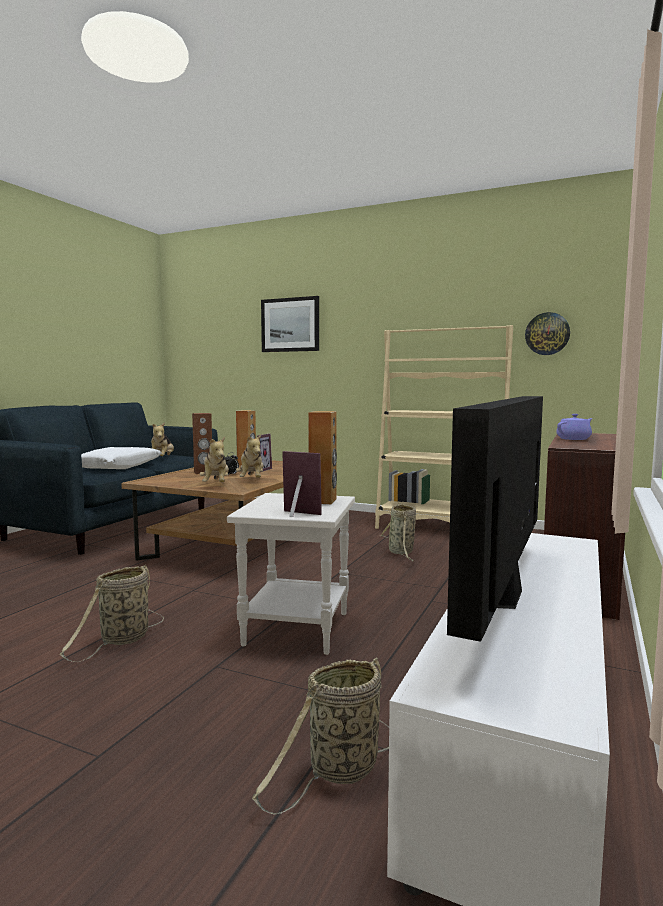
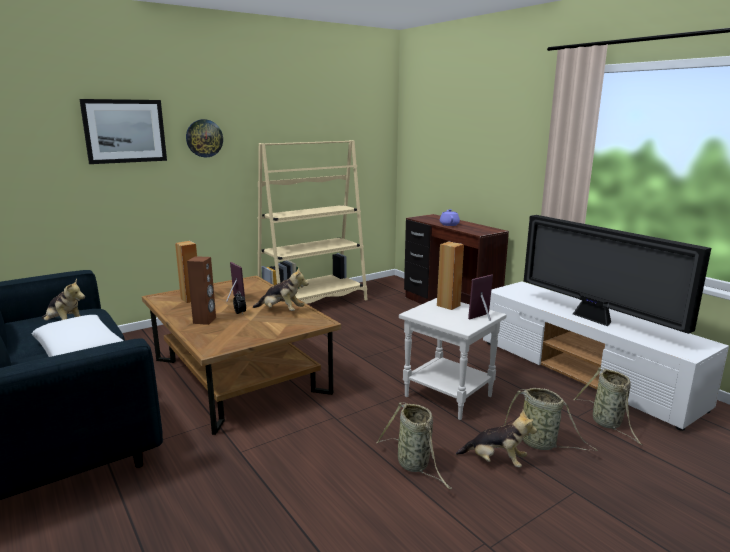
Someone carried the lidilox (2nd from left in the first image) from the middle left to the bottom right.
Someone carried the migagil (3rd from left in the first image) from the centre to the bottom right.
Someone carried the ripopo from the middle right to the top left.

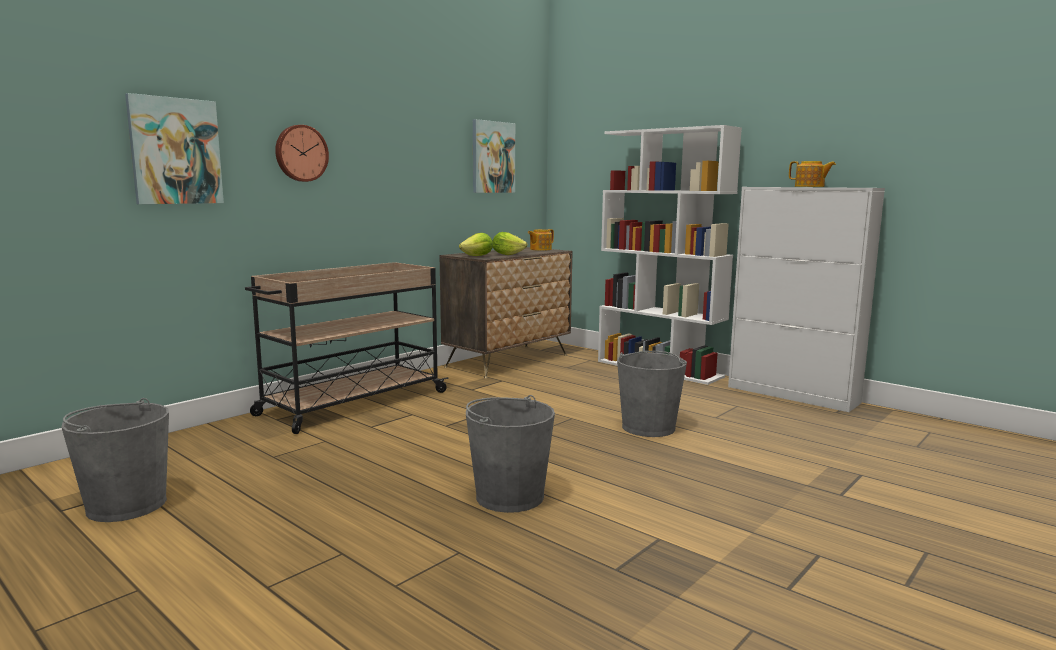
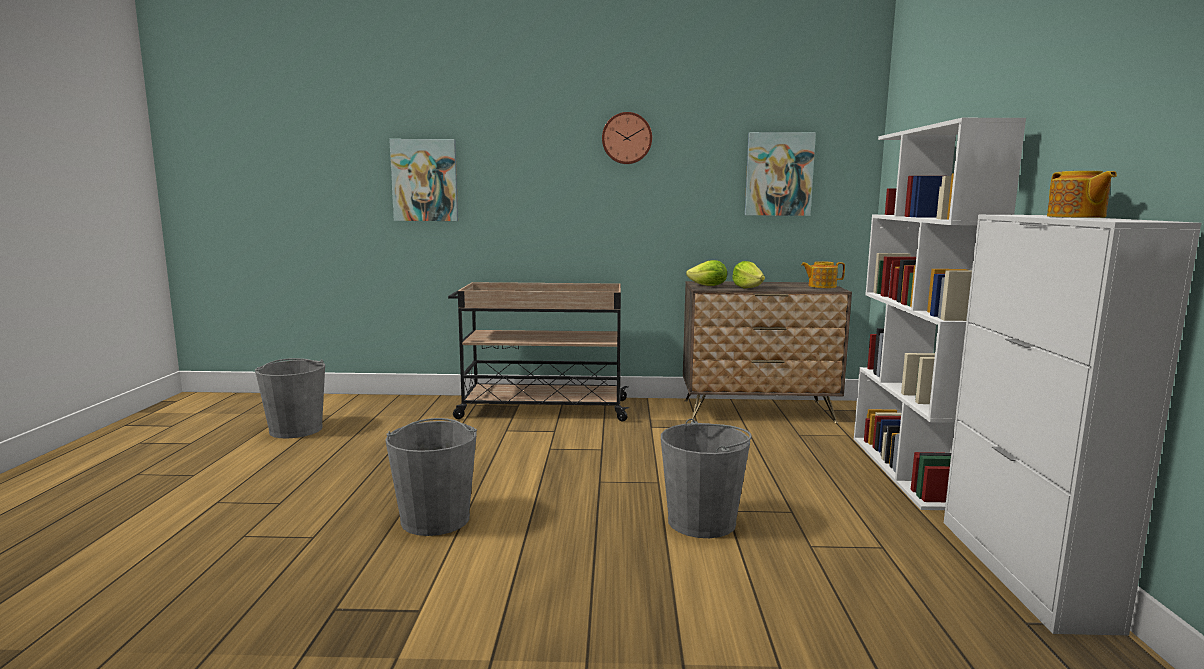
Someone carried the ripopo from the top left to the top centre.

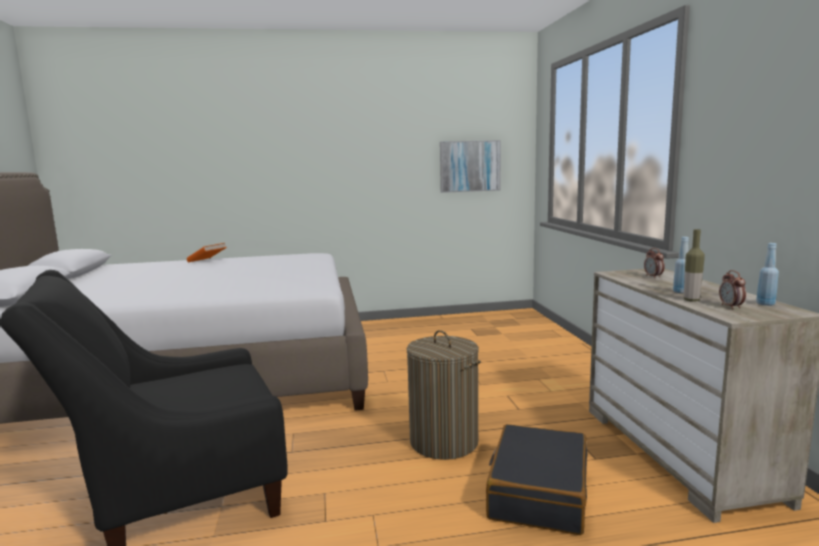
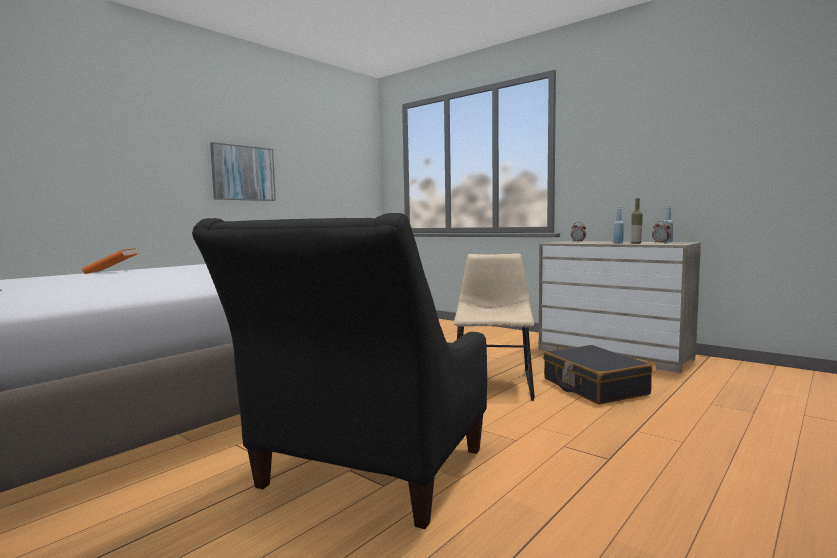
Someone swapped the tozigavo at the bottom centre for the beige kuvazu at the centre.
Someone carried the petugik from the top centre to the top left.

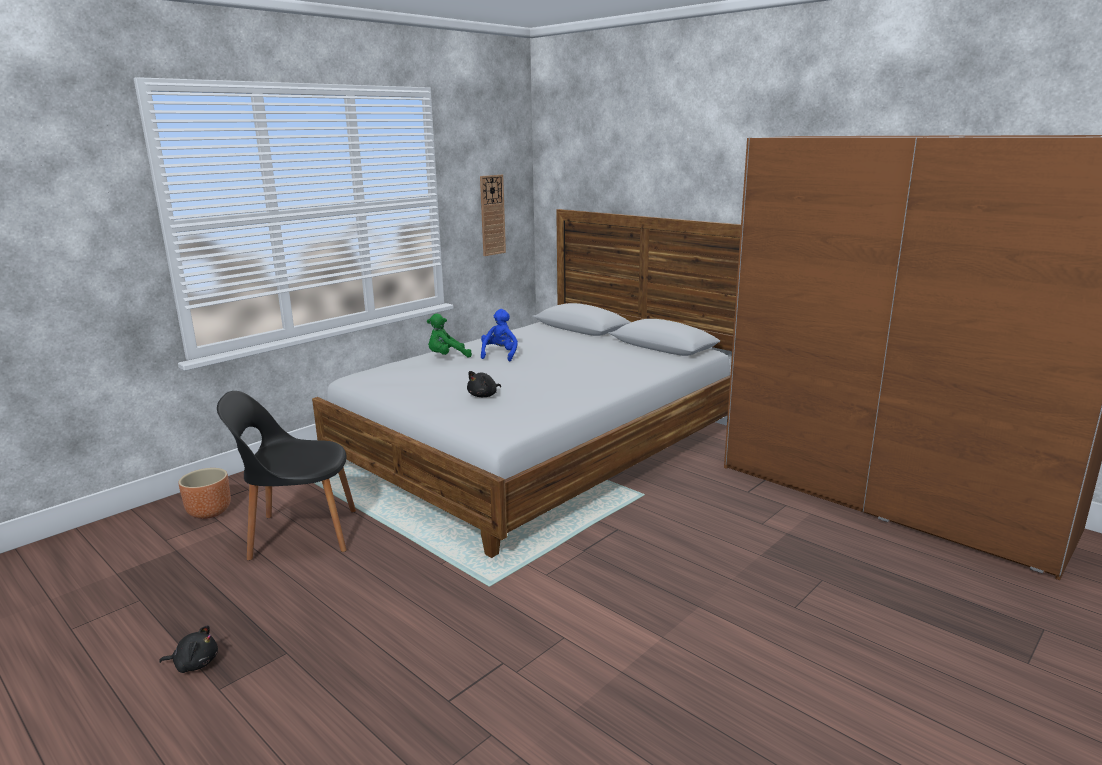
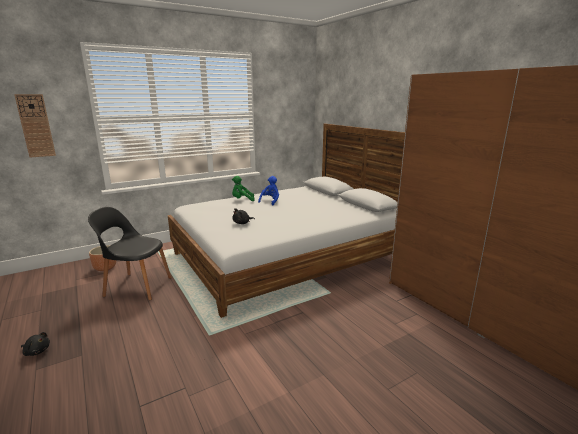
Someone carried the ripopo from the top centre to the top left.

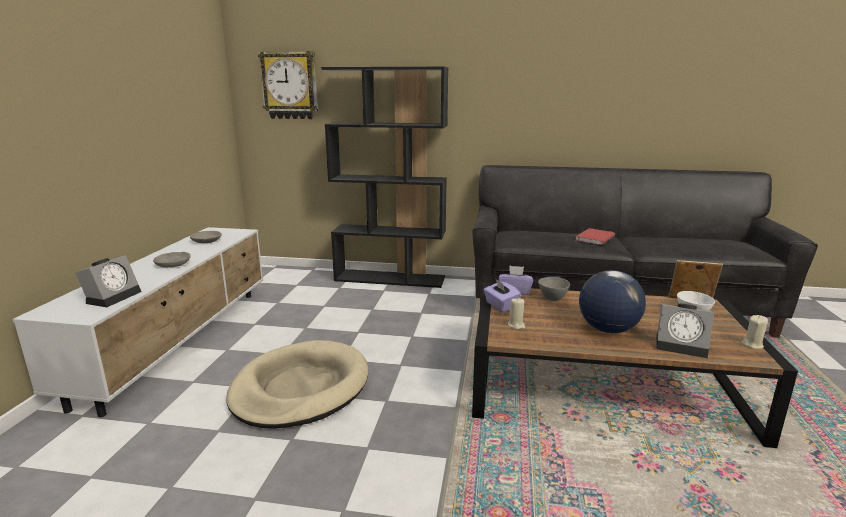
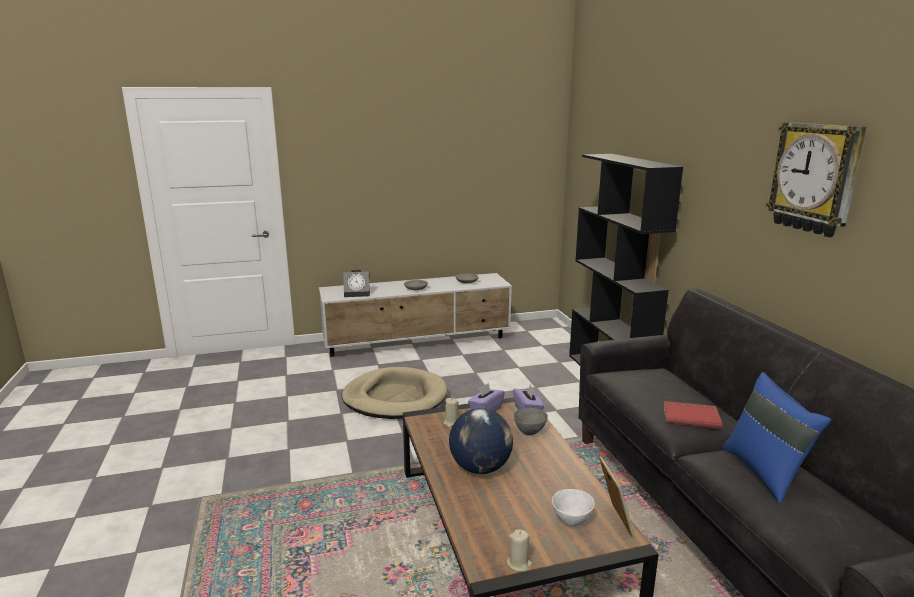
Someone carried the ripopo from the top centre to the top right.
Someone took away the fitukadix (2nd from left) at the middle right.
Someone put down the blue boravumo at the bottom right.

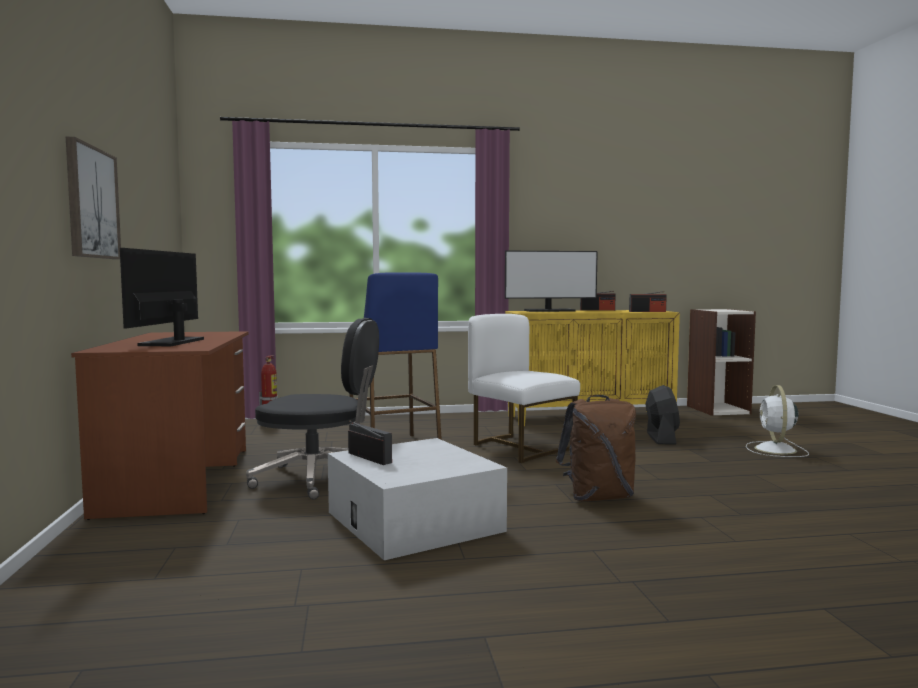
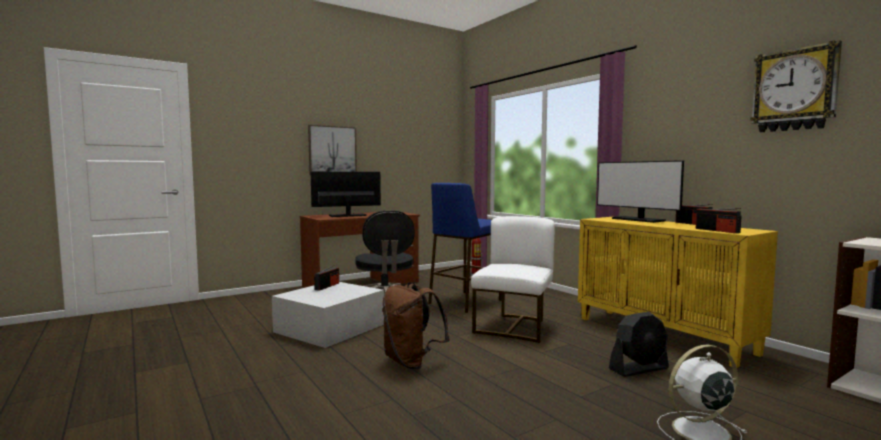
Someone put up the ripopo at the top right.

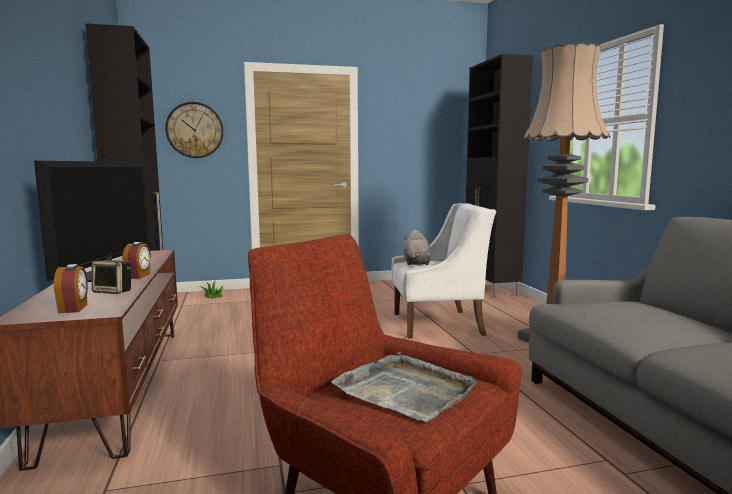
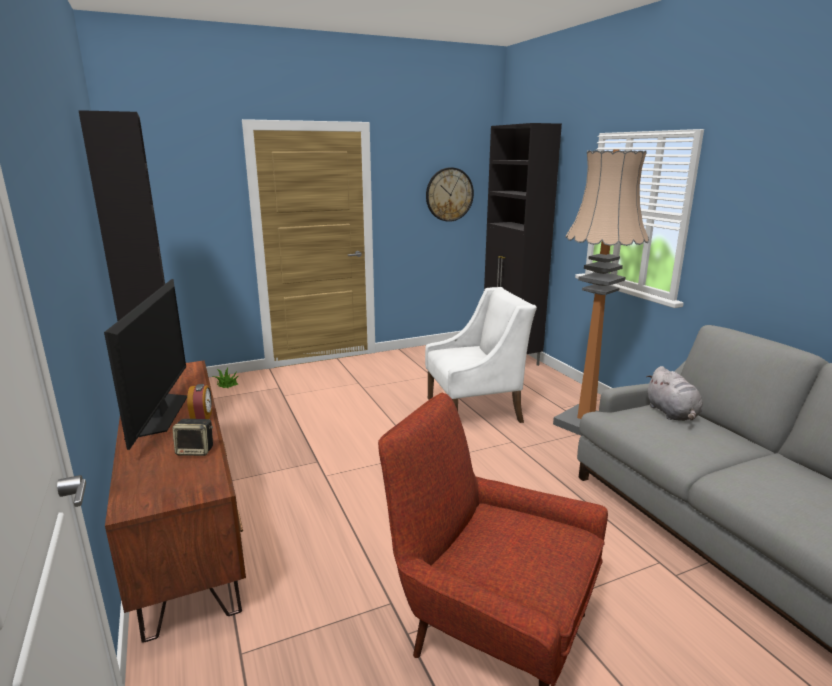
Someone took away the fitukadix (1st from left) at the middle left.
Someone carried the ripopo from the top left to the top centre.
Someone took away the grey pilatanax at the bottom centre.
Someone carried the grey lidilox from the centre to the middle right.

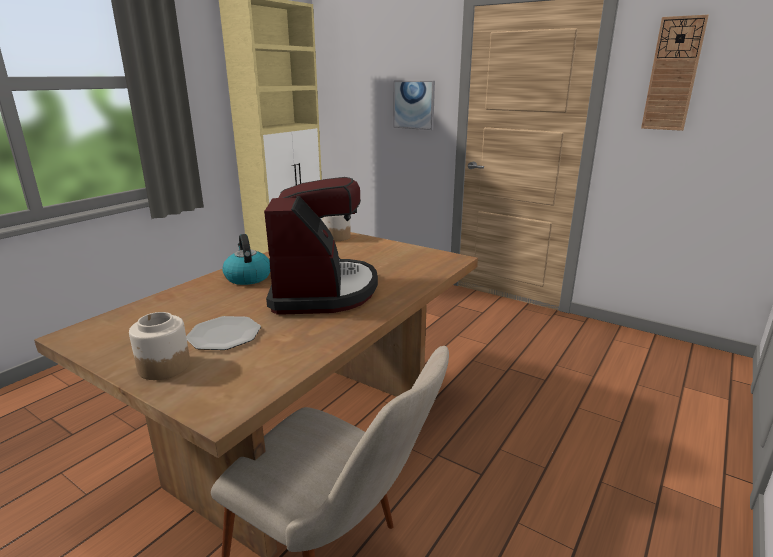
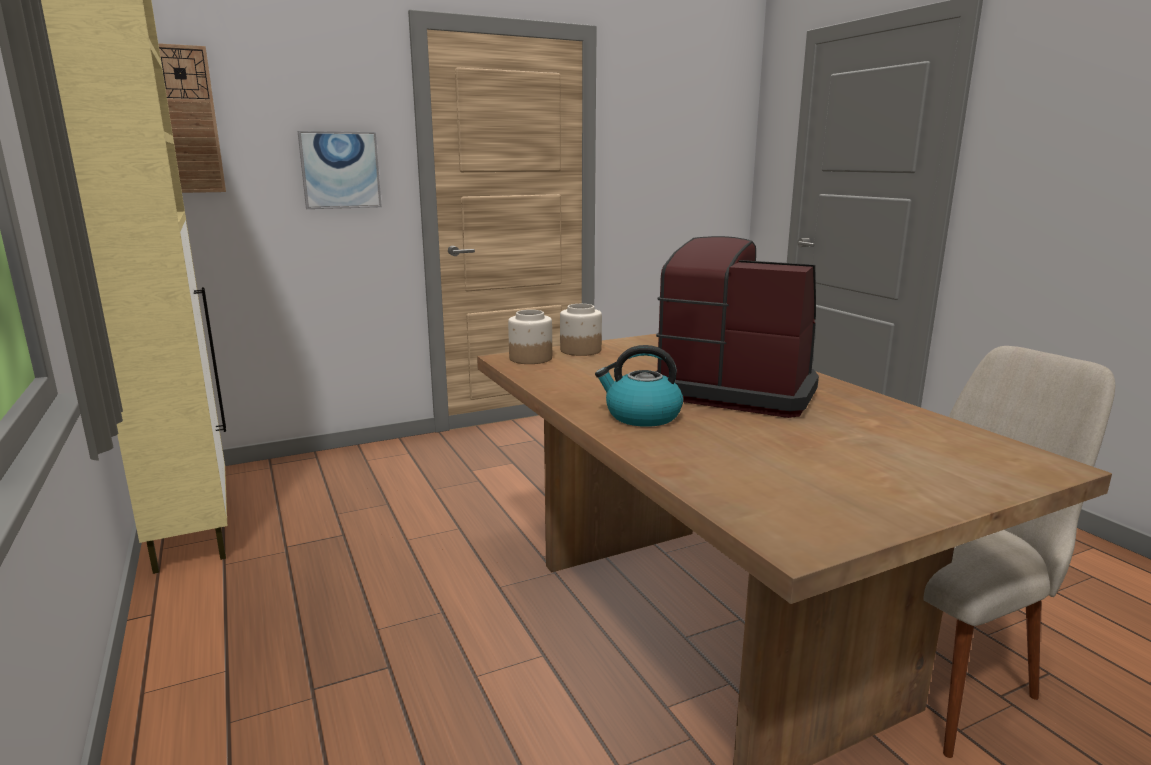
Someone carried the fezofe (1st from left in the first image) from the middle left to the centre.
Someone took away the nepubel at the middle left.
Someone carried the ripopo from the top right to the top left.

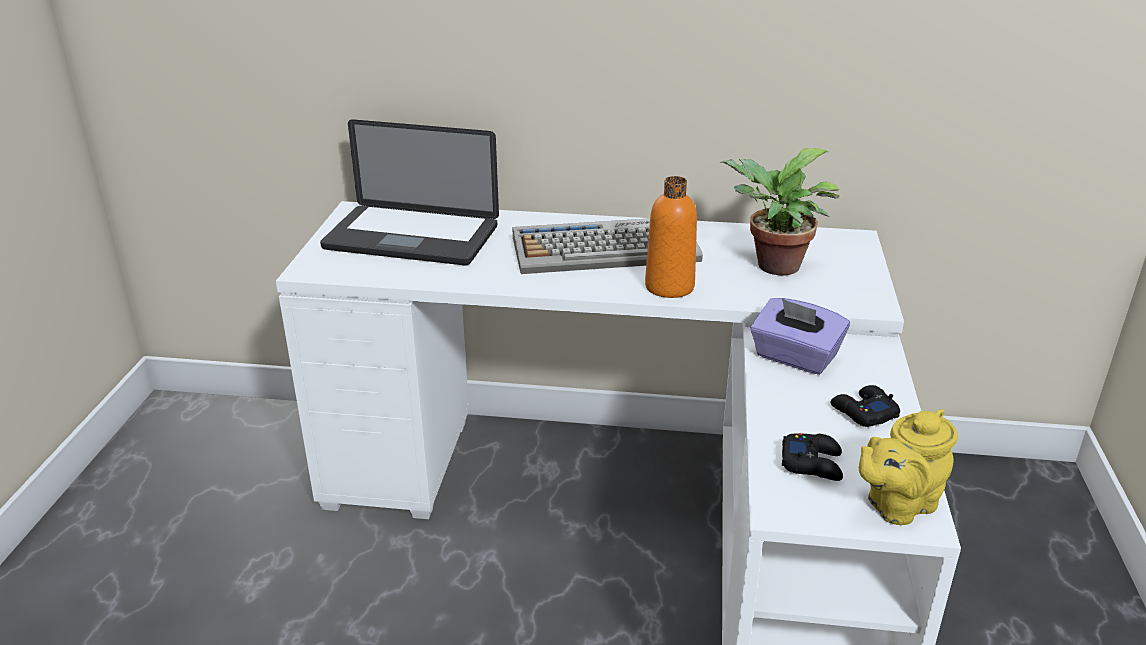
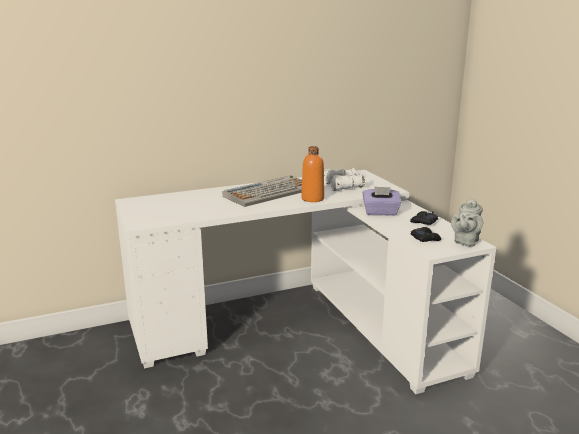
Someone took away the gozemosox at the top centre.
Someone swapped the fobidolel at the top right for the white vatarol at the centre.
Someone repainted the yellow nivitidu at the bottom right, which became the grey nivitidu at the middle right.

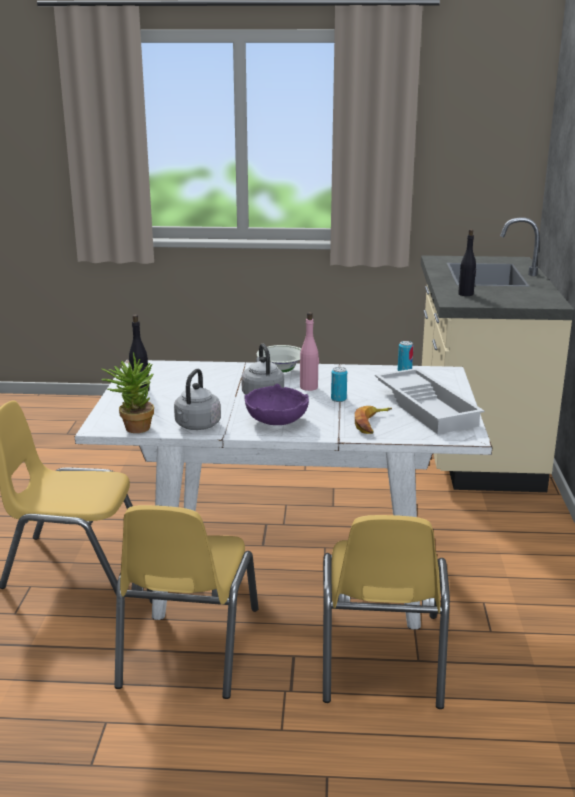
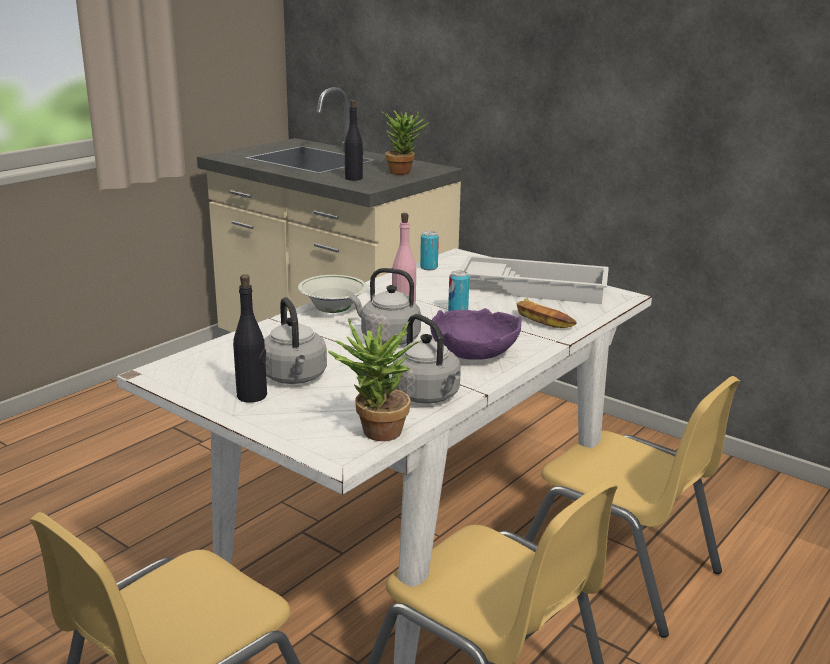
Someone put down the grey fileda (1st from left) at the centre.
Someone put down the fobidolel (2nd from left) at the top centre.

